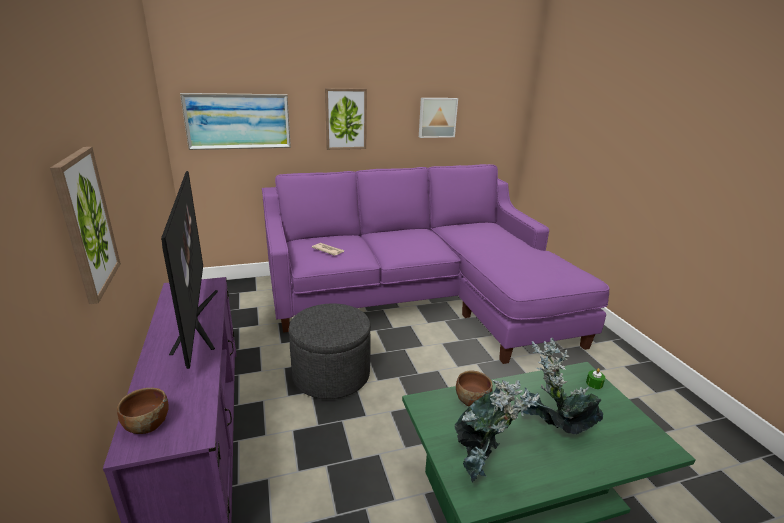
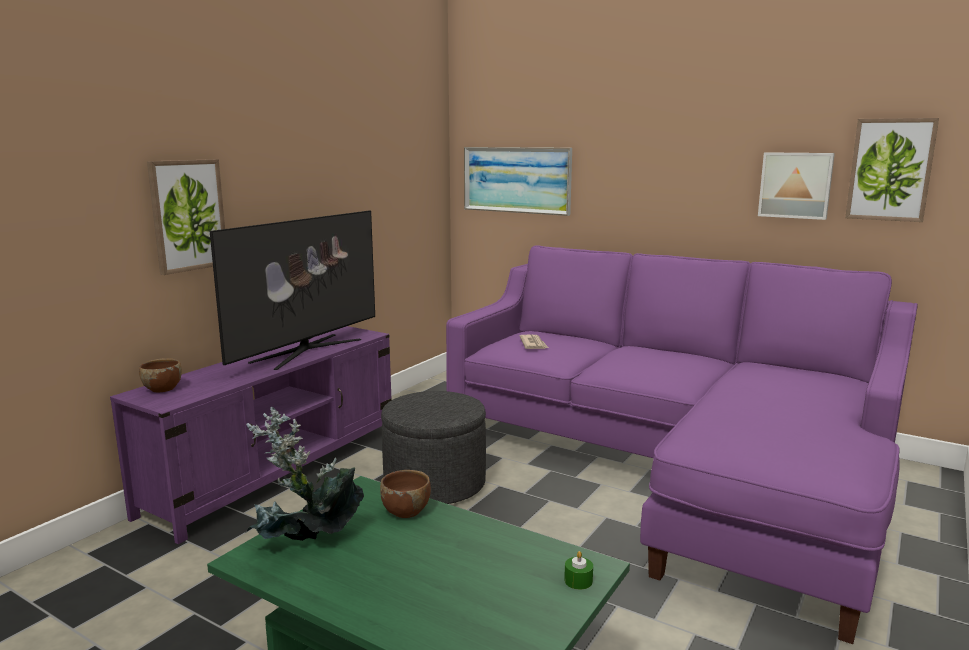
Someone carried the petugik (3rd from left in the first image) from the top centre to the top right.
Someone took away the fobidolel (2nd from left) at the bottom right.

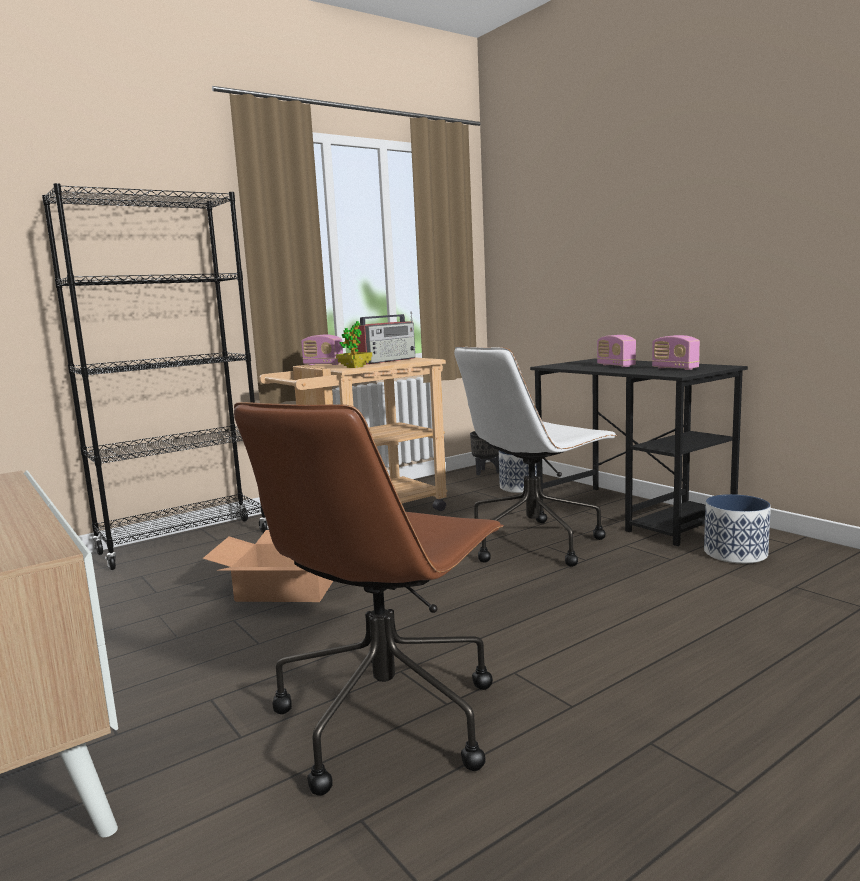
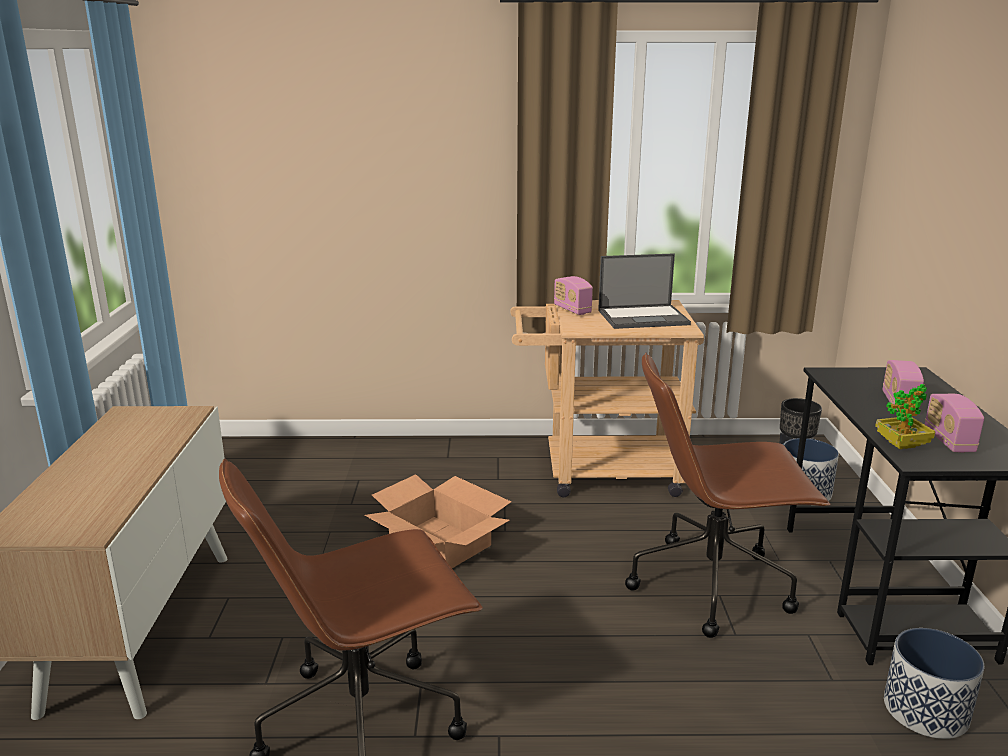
Someone took away the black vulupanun at the middle left.
Someone carried the fobidolel from the centre to the middle right.
Someone swapped the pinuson (2nd from left) at the centre for the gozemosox at the centre.
Someone repainted the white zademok at the centre, which became the brown zademok (2nd from left) at the middle right.

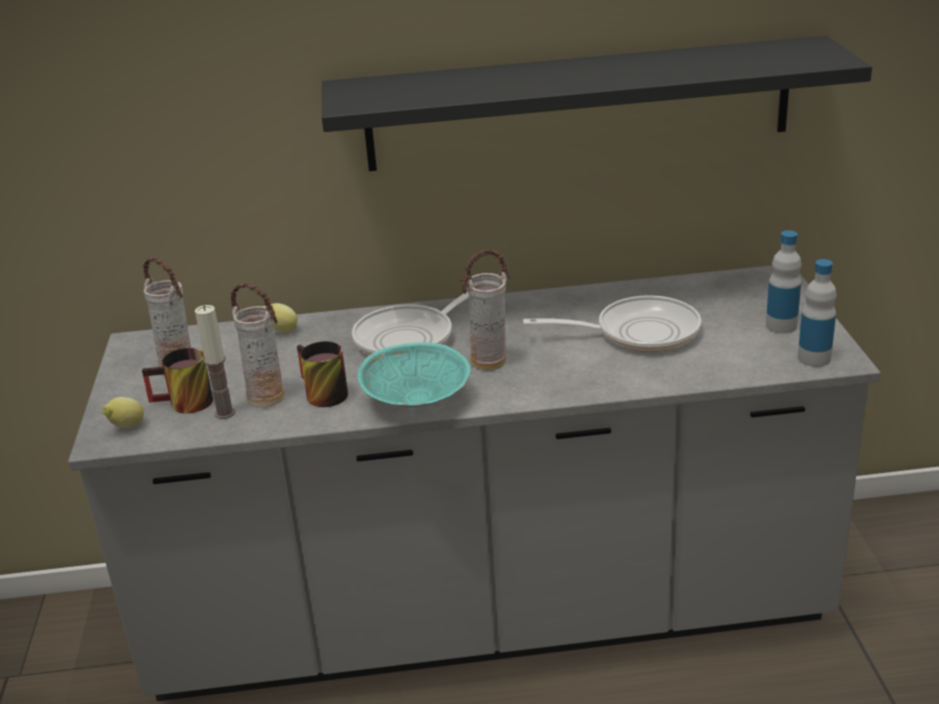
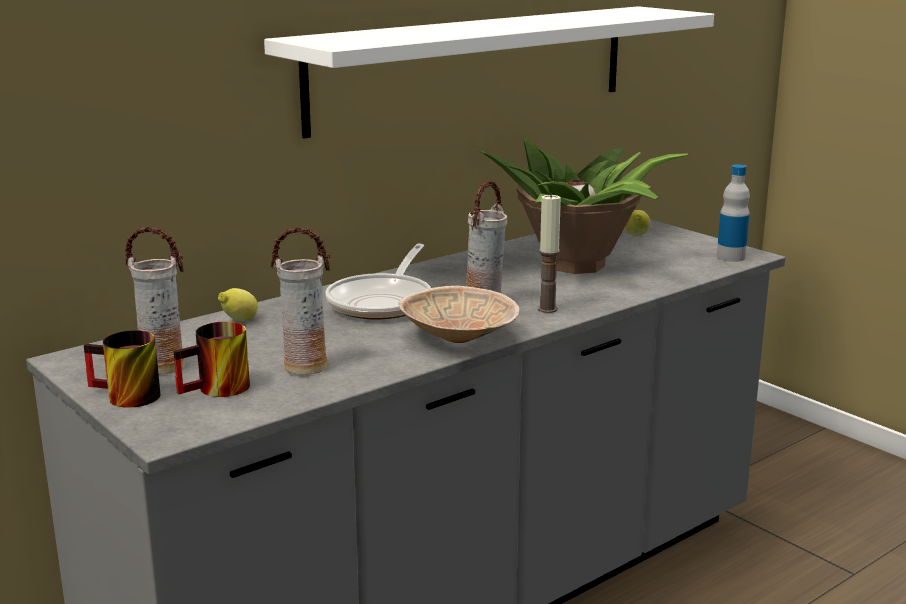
Someone carried the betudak (1st from left in the first image) from the middle left to the middle right.
Someone carried the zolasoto from the middle left to the centre.
Someone carried the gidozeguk (2nd from left in the first image) from the centre to the middle left.
Someone repainted the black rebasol at the top centre, which became the white rebasol at the top centre.
Someone repainted the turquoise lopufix at the centre, which became the beige lopufix at the centre.
Someone swapped the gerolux (2nd from left) at the centre for the fobidolel at the centre.
Someone took away the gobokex (1st from left) at the middle right.

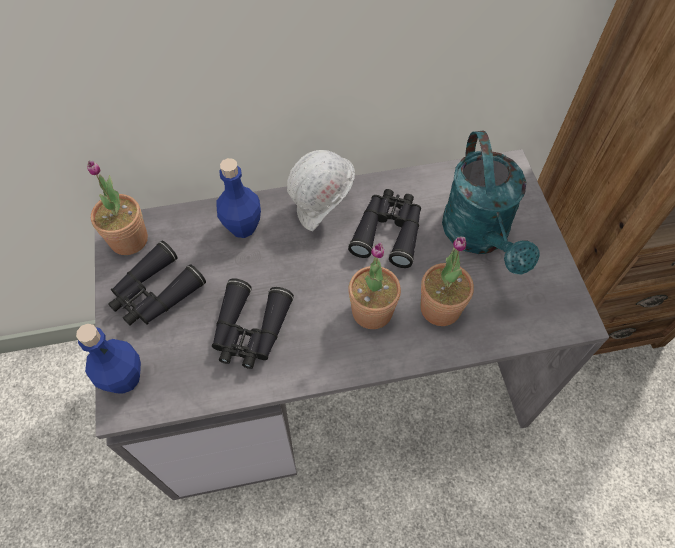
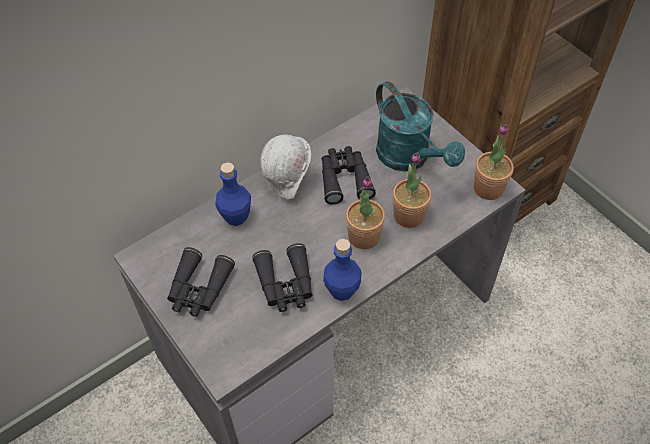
Someone carried the blue gobokex (1st from left in the first image) from the middle left to the centre.
Someone carried the fobidolel (1st from left in the first image) from the middle left to the middle right.

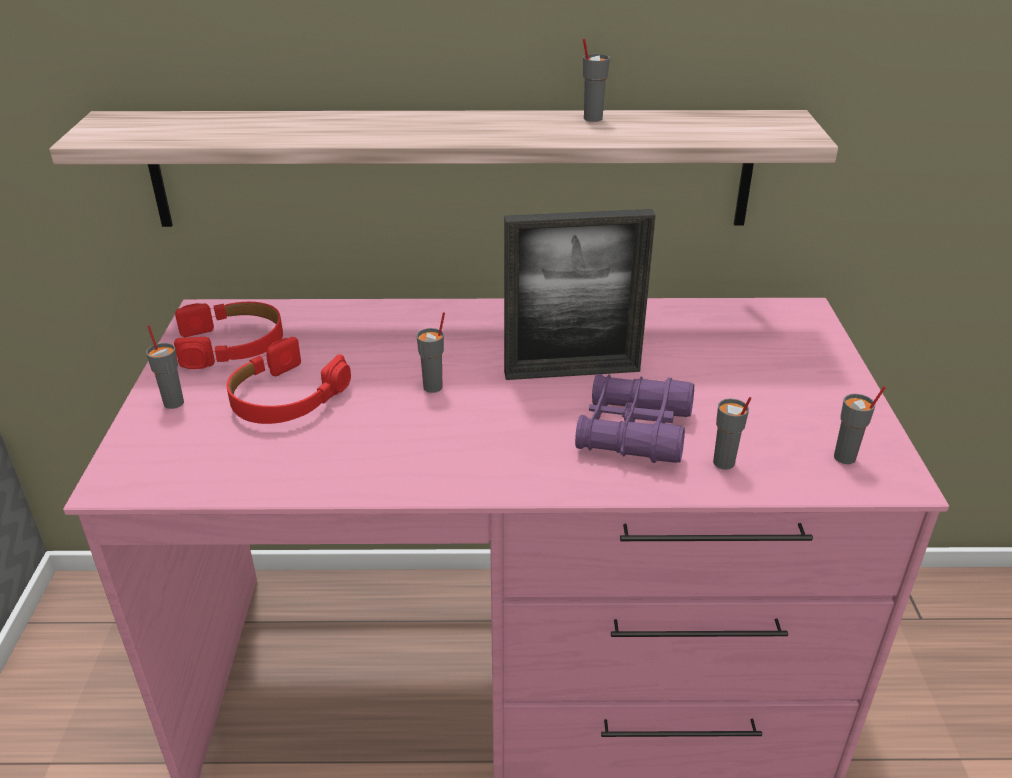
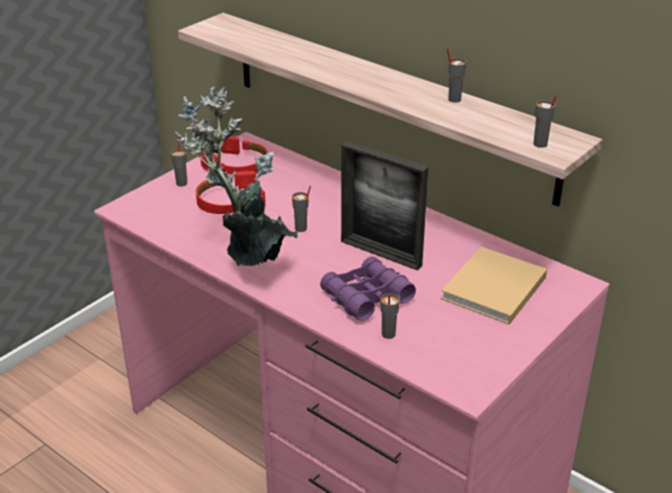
Someone carried the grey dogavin (5th from left) from the middle right to the top right.
Someone put down the fobidolel at the centre.
Someone put down the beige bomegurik at the middle right.

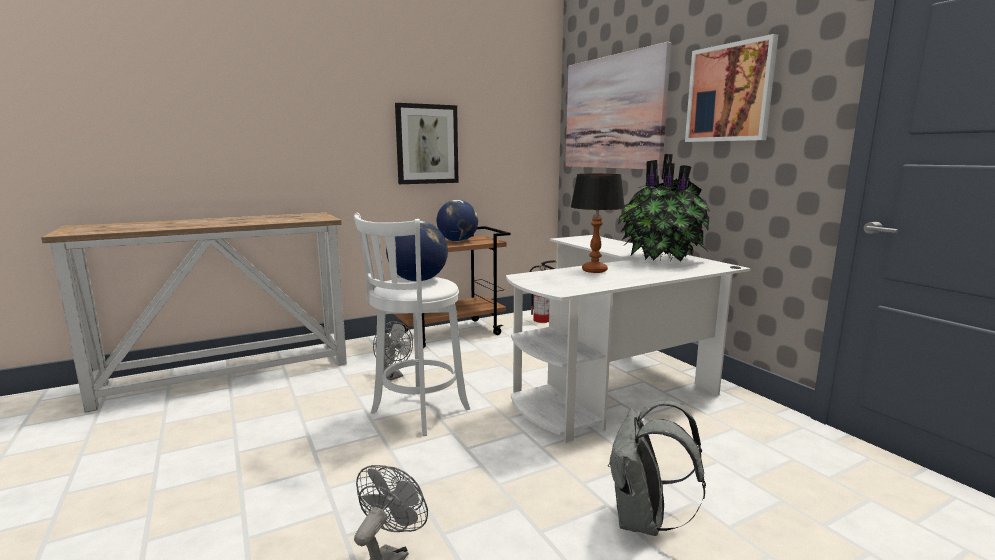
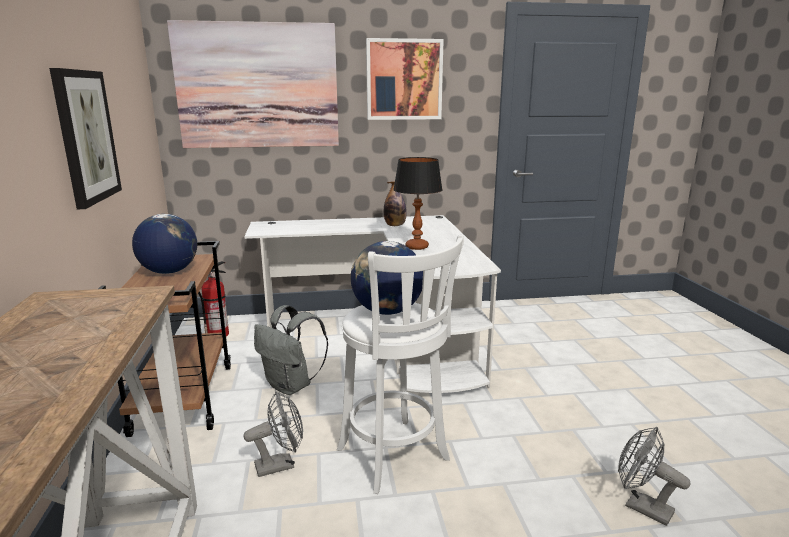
Someone carried the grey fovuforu from the bottom centre to the centre.
Someone swapped the fobidolel at the centre for the gobokex at the centre.

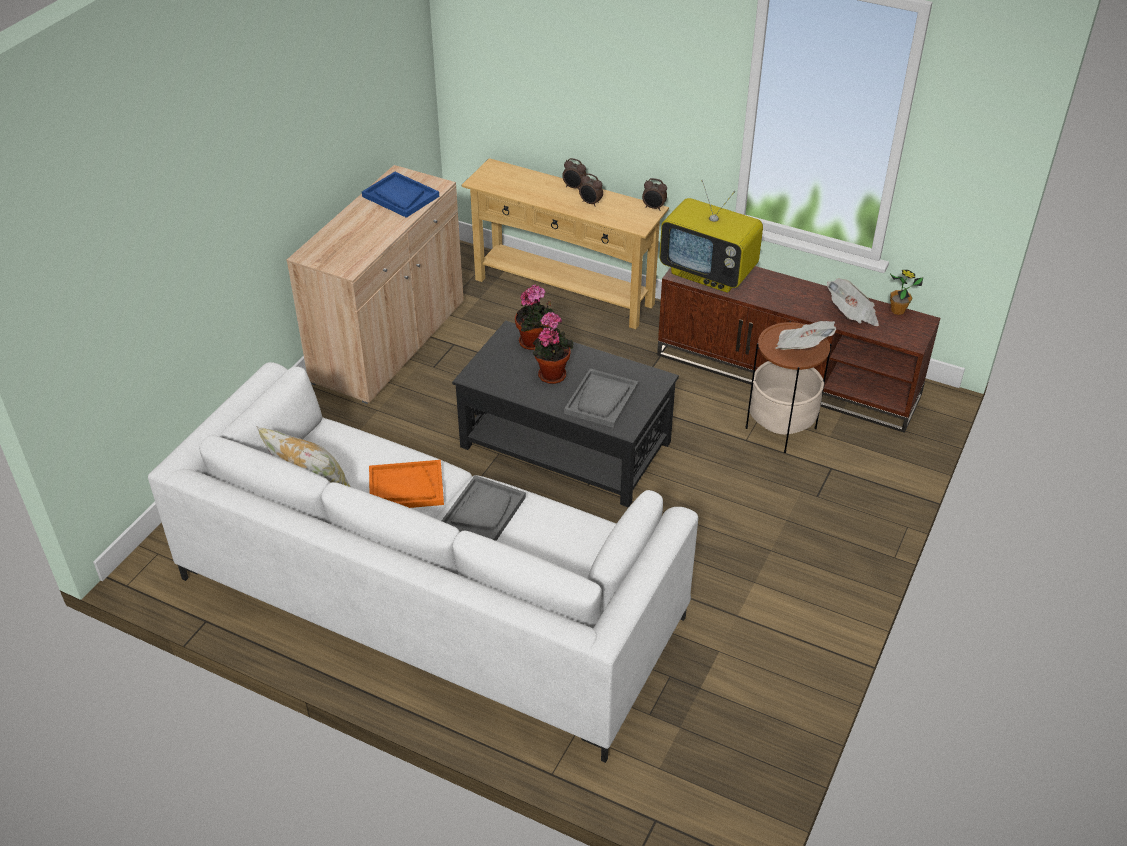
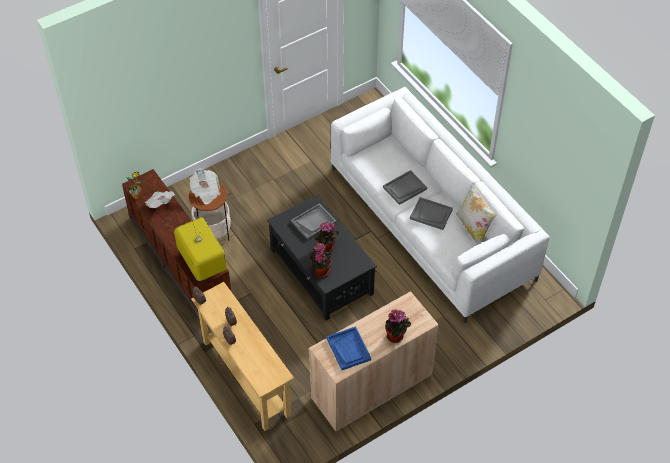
Someone repainted the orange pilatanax at the centre, which became the grey pilatanax (3rd from left) at the centre.
Someone put down the fobidolel (4th from left) at the bottom centre.

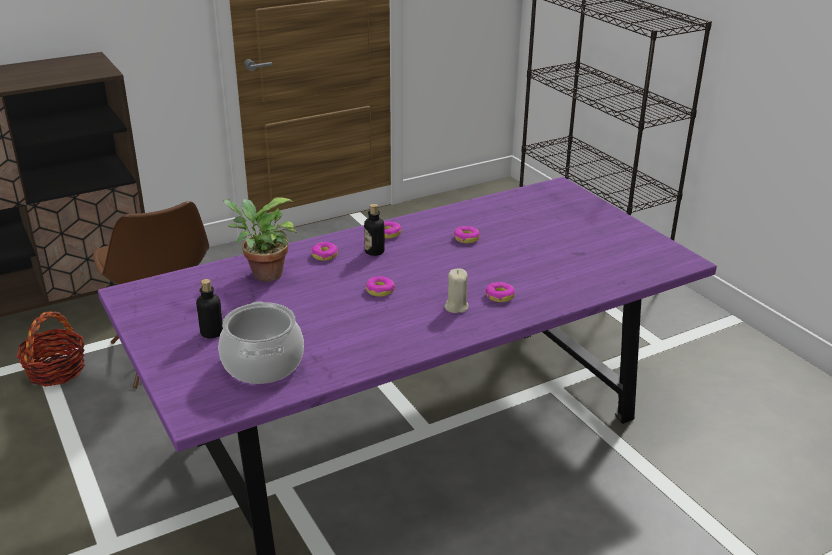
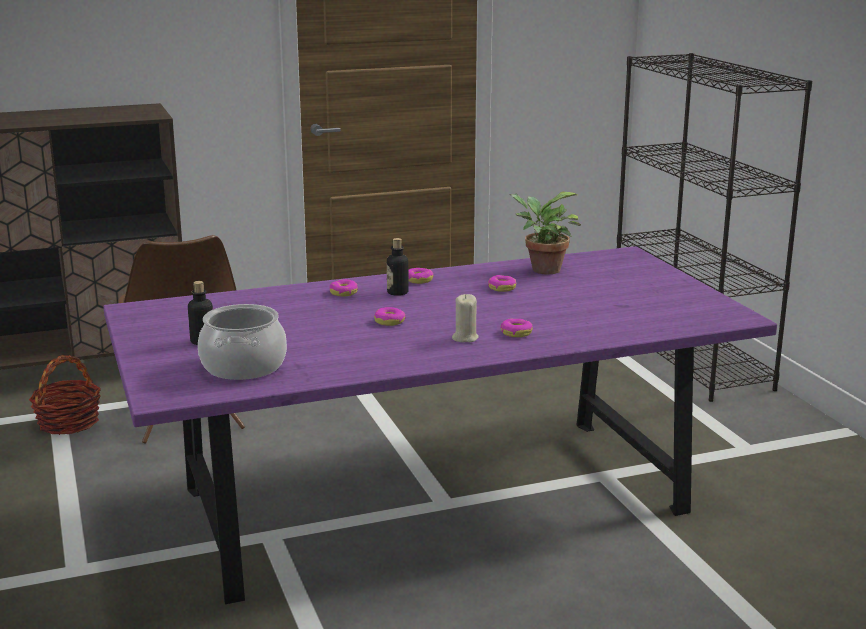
Someone carried the fobidolel from the middle left to the centre.

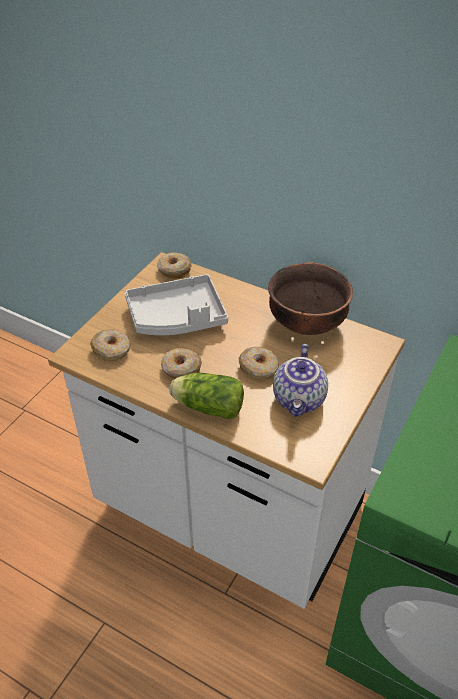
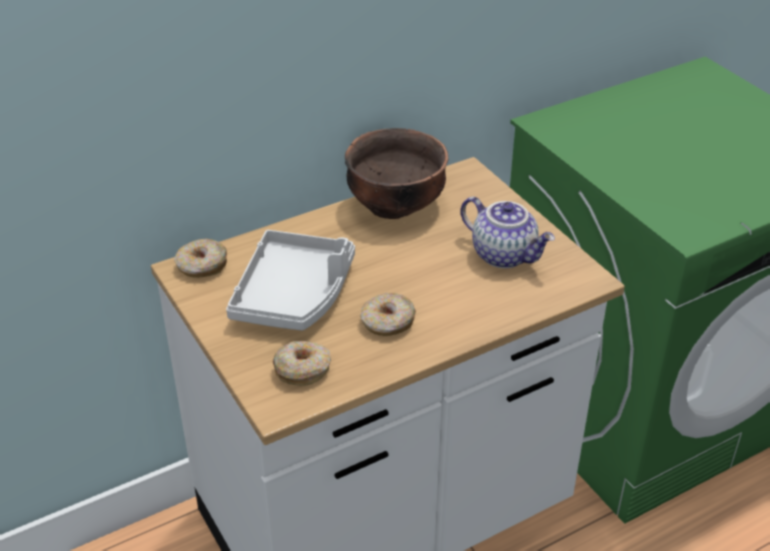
Someone took away the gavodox at the centre.
Someone took away the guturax (4th from left) at the centre.

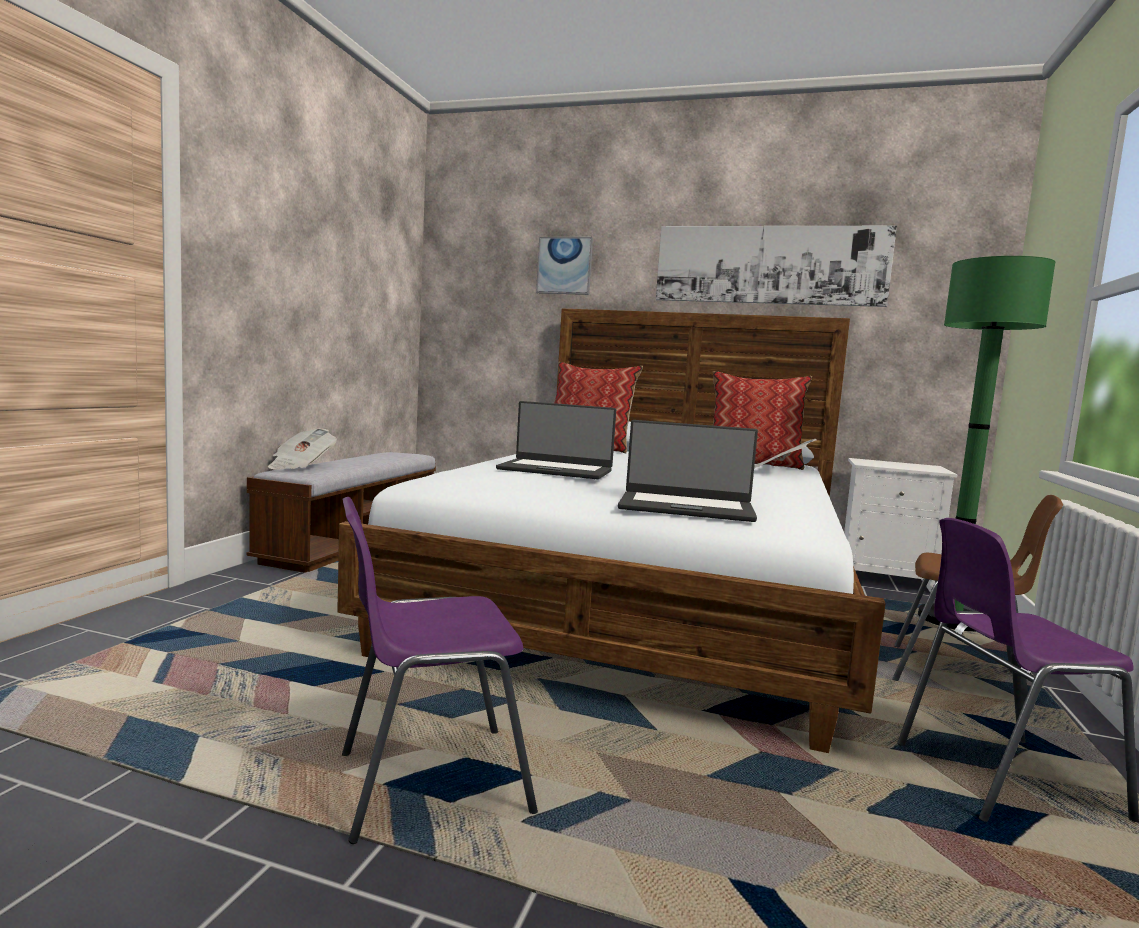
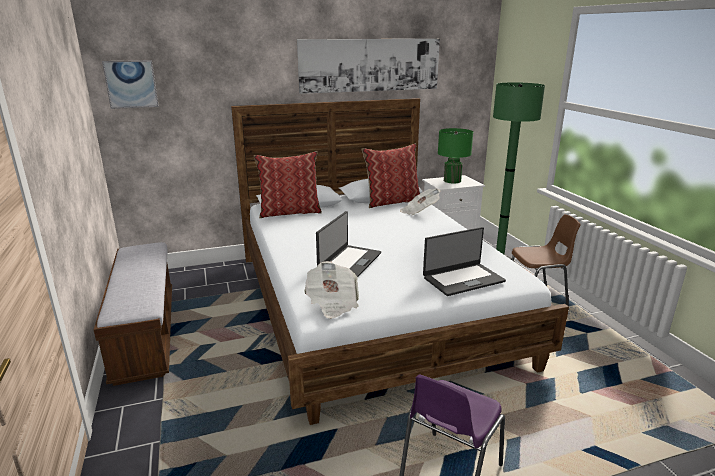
Someone carried the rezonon (1st from left) from the middle left to the centre.
Someone rotated the gozemosox (1st from left) at the centre by 45 degrees counterclockwise.
Someone carried the petugik (1st from left) from the top centre to the top left.
Someone took away the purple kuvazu (2nd from left) at the bottom right.
Someone put down the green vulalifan at the top centre.

